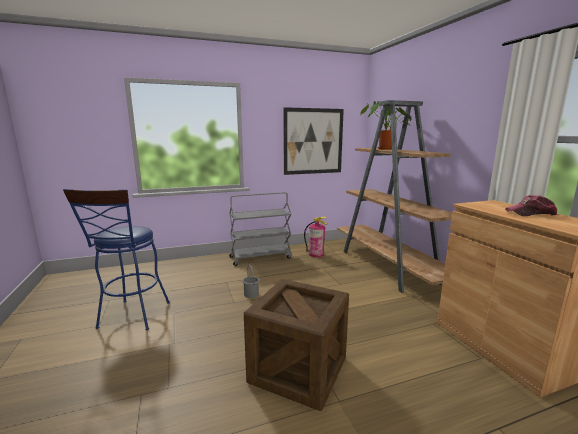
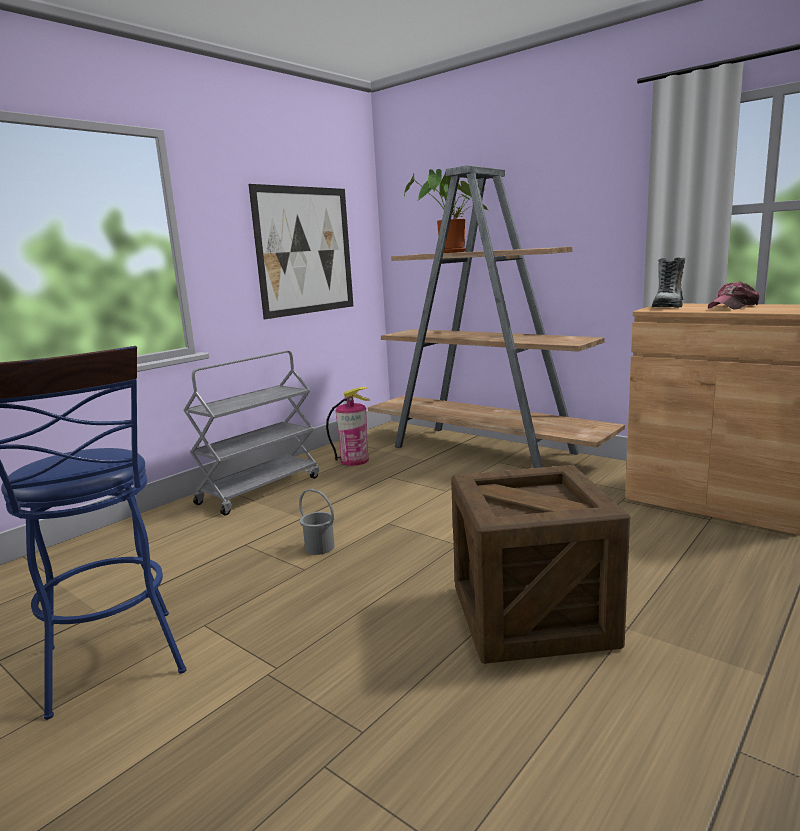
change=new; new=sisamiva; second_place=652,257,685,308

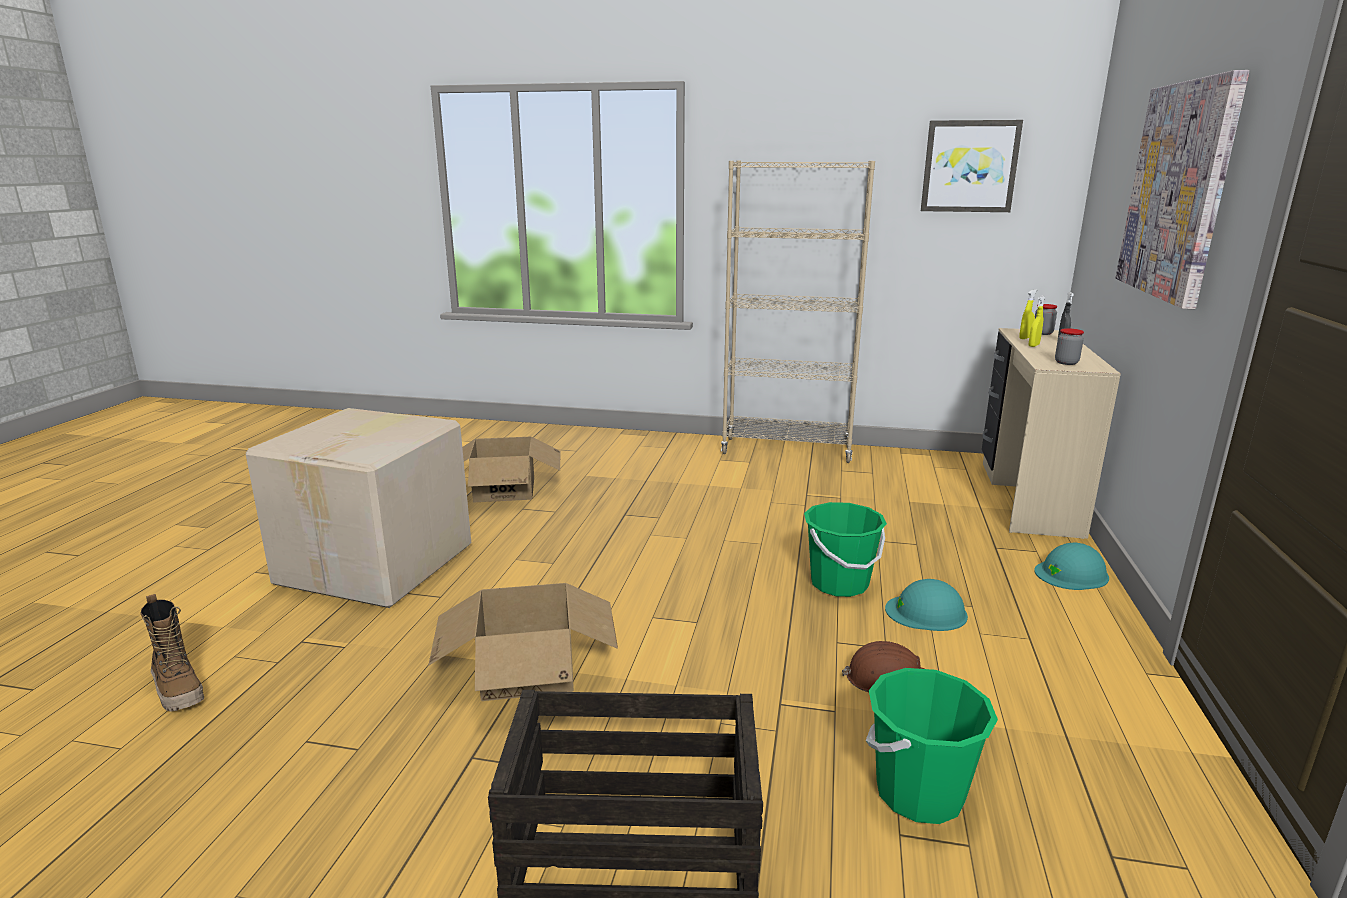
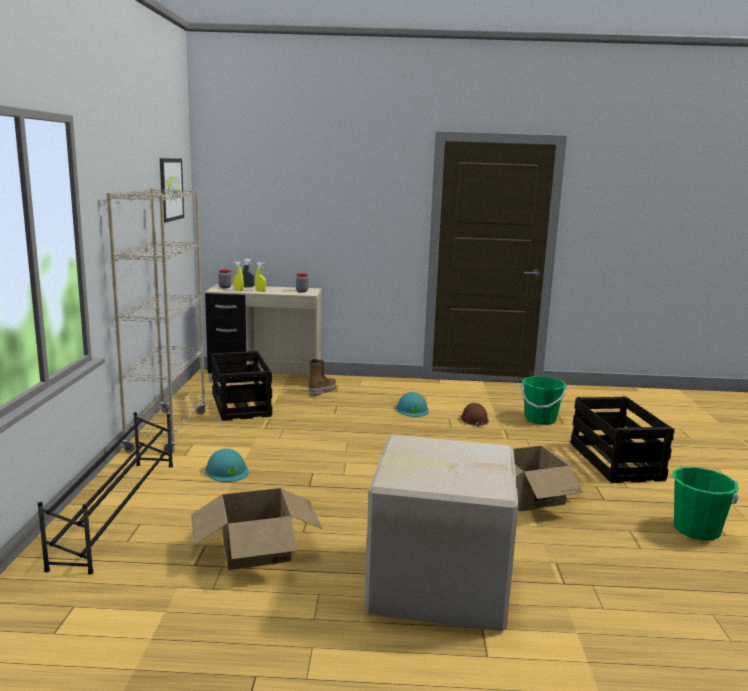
change=gone; old=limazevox; first_place=1116,70,1249,309
change=shifted; old=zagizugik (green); first_place=804,502,887,597; second_place=672,467,739,541
change=shifted; old=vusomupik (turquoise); first_place=1034,543,1109,590; second_place=205,448,249,482
change=shifted; old=sisamiva; first_place=140,594,204,712; second_place=309,359,336,396
change=new; new=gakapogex; second_place=211,351,272,421
change=new; new=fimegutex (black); second_place=37,412,173,575

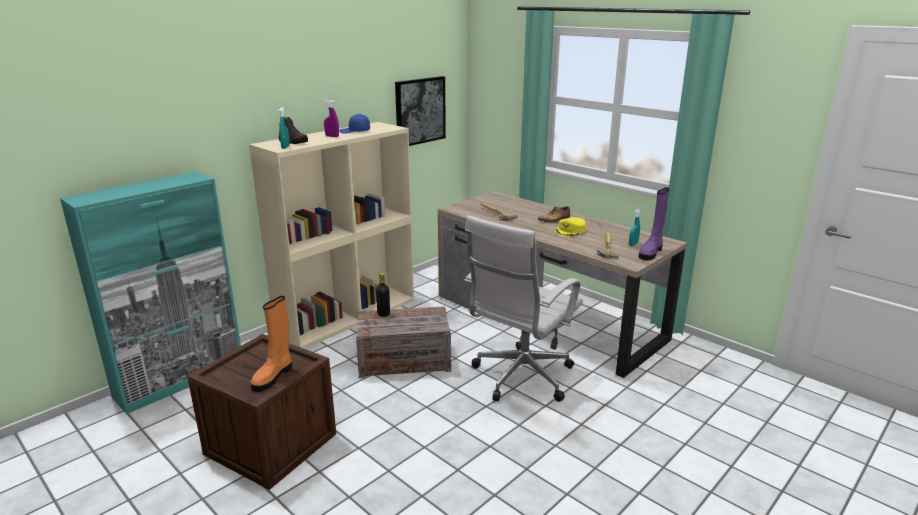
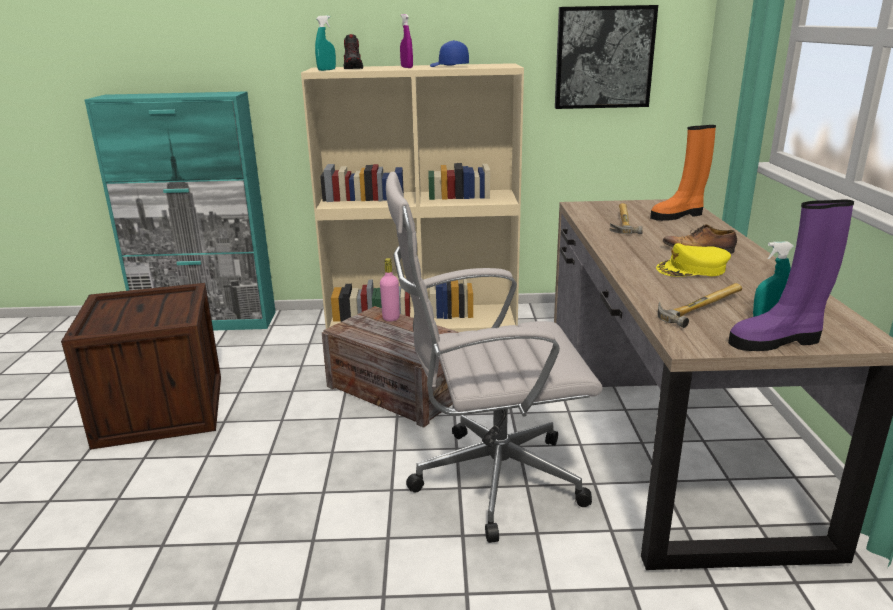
change=repainted; old=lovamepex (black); new=lovamepex (pink); first_place=376,273,390,317; second_place=380,258,400,321
change=shifted; old=sisamiva (orange); first_place=250,296,292,392; second_place=650,125,716,221

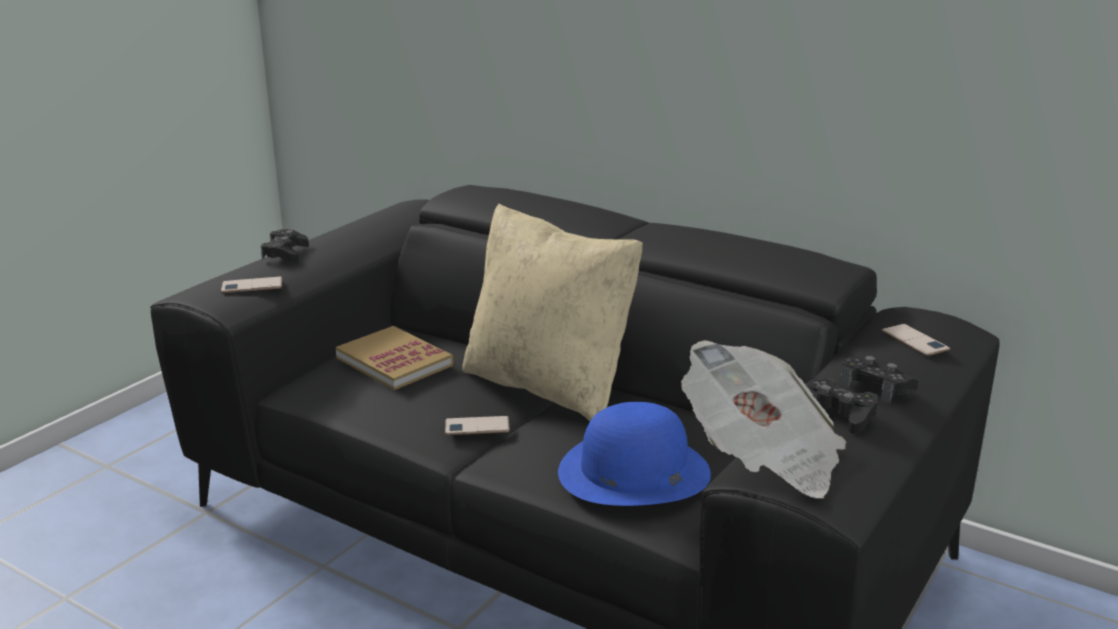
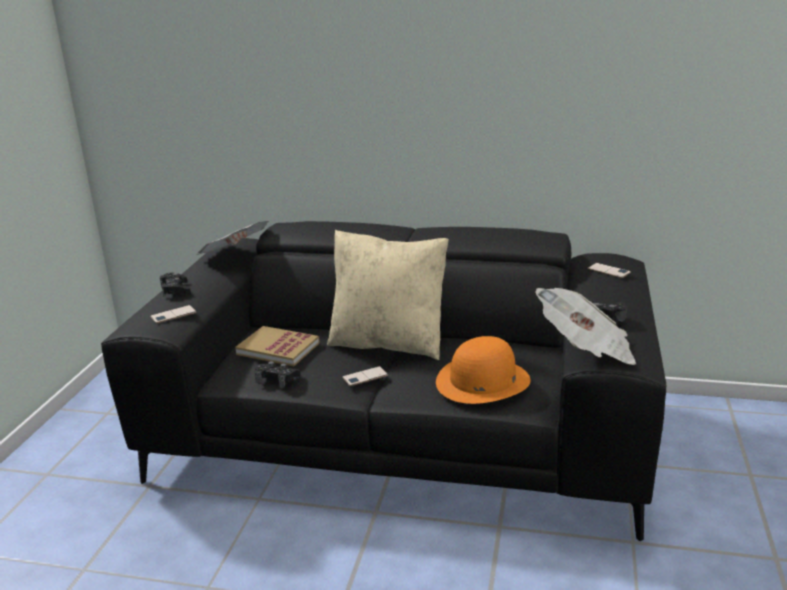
change=shifted; old=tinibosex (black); first_place=839,356,918,403; second_place=254,361,301,388
change=repainted; old=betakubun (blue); new=betakubun (orange); first_place=558,402,711,506; second_place=436,336,531,404
change=new; new=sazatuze; second_place=197,221,269,255

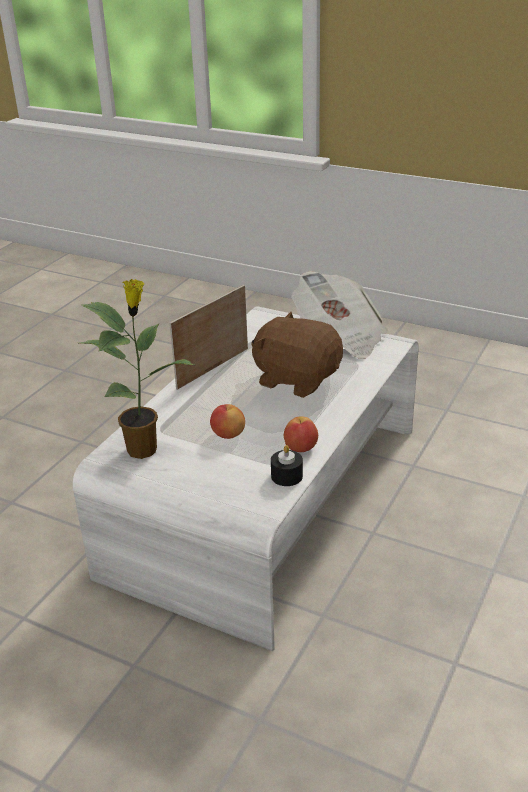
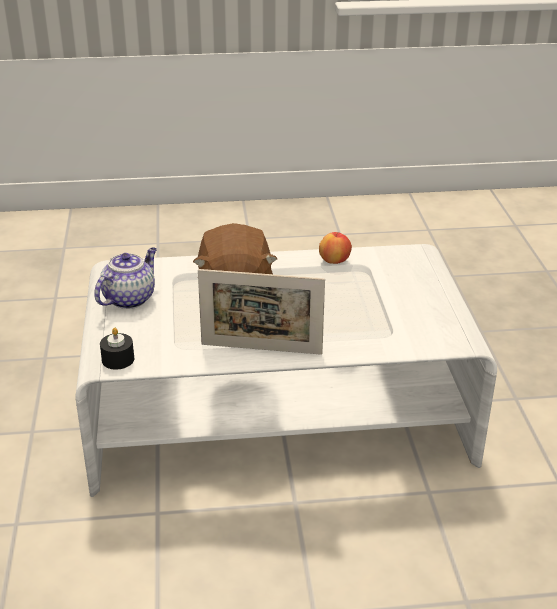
change=swapped; old=sazatuze; new=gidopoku; first_place=291,271,388,359; second_place=94,247,157,309
change=gone; old=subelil; first_place=80,279,194,459
change=gone; old=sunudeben; first_place=210,404,245,439
change=shifted; old=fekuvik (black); first_place=271,445,303,486; second_place=100,328,134,369

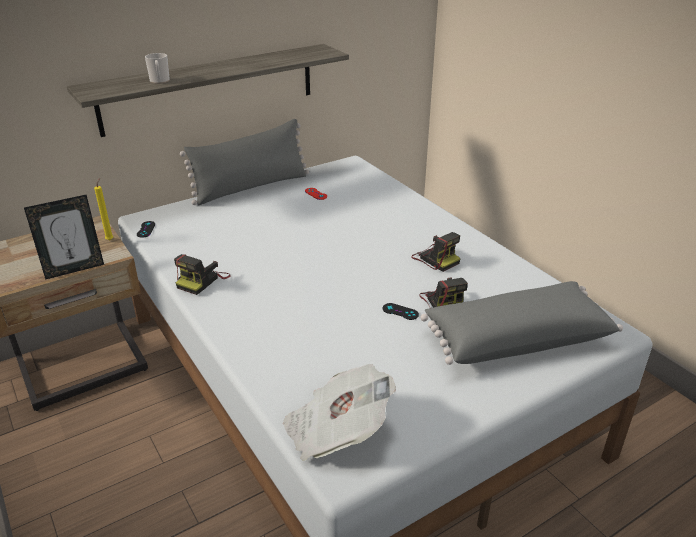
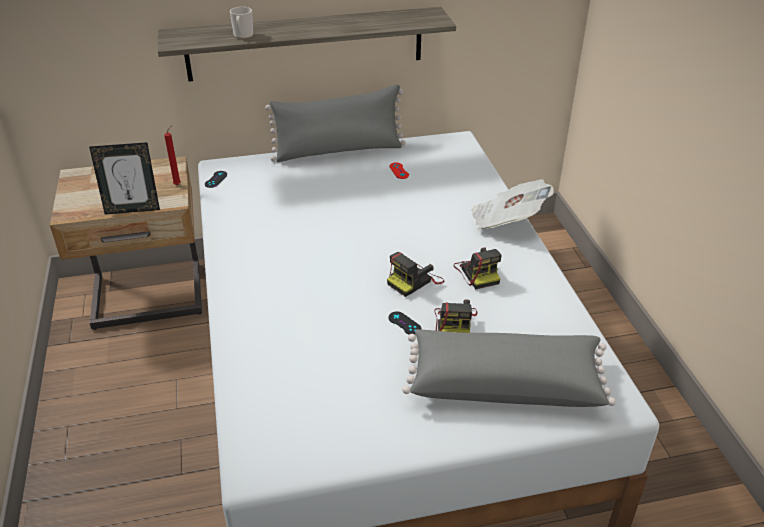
change=repainted; old=fekuvik (yellow); new=fekuvik (red); first_place=94,179,113,240; second_place=164,125,181,185
change=shifted; old=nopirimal; first_place=174,254,231,295; second_place=387,252,444,297
change=shifted; old=sazatuze; first_place=283,364,396,461; second_place=471,179,554,230

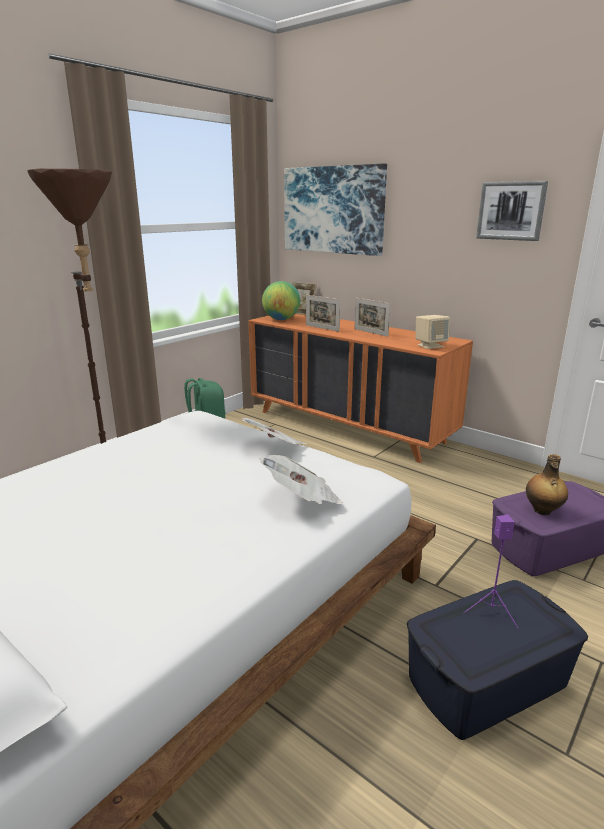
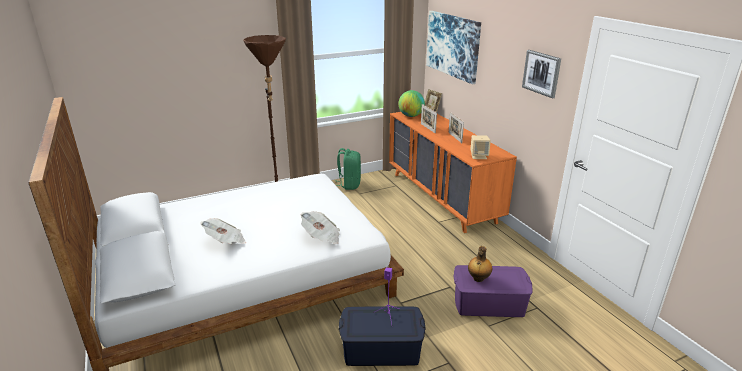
change=shifted; old=sazatuze; first_place=241,418,307,445; second_place=200,218,246,244

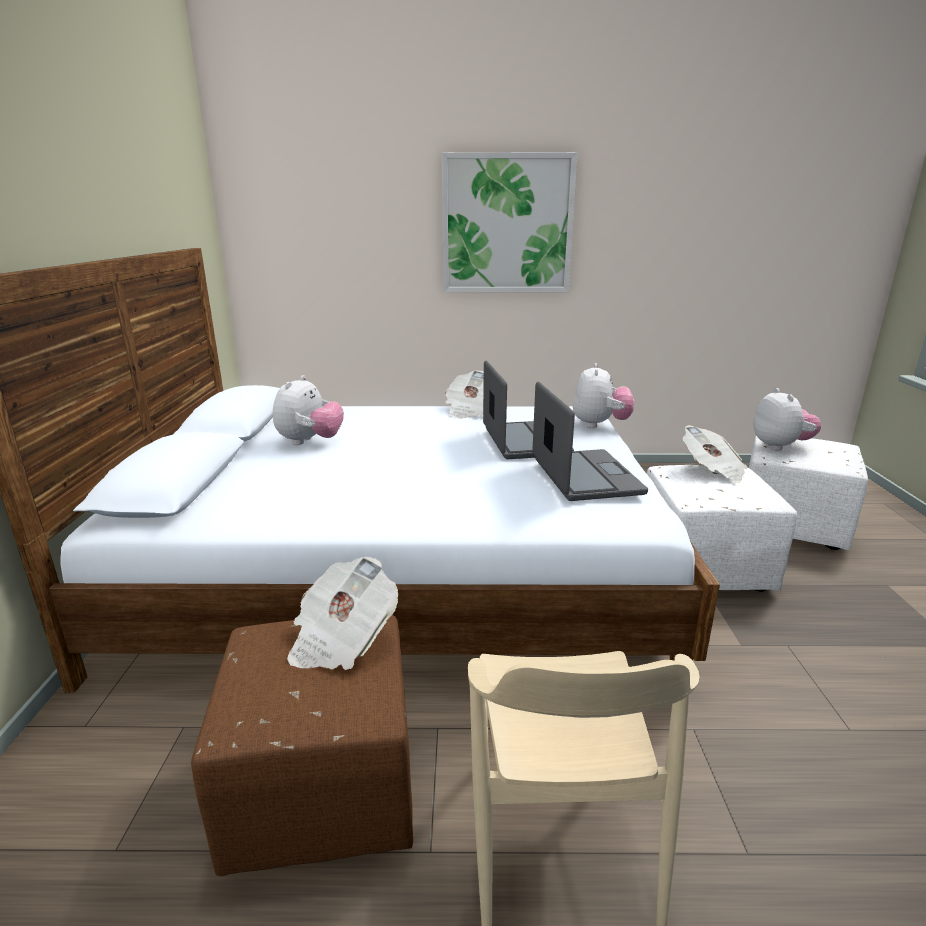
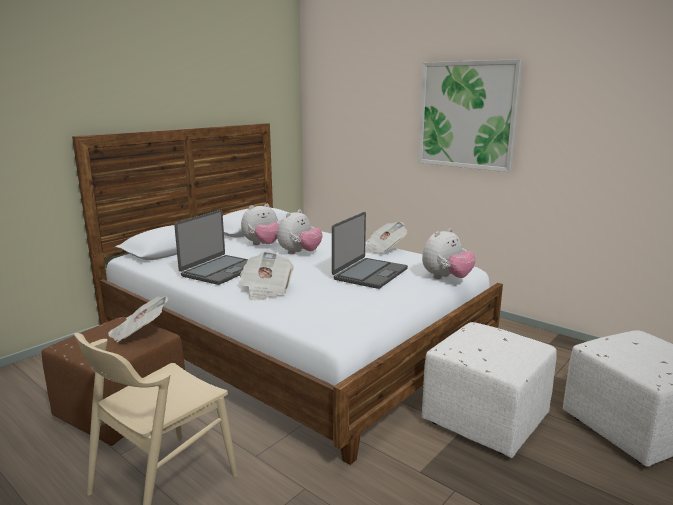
change=shifted; old=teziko; first_place=532,382,648,501; second_place=174,210,248,285
change=shifted; old=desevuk; first_place=753,388,821,451; second_place=277,209,323,254
change=shifted; old=sazatuze; first_place=683,425,747,483; second_place=240,251,294,300

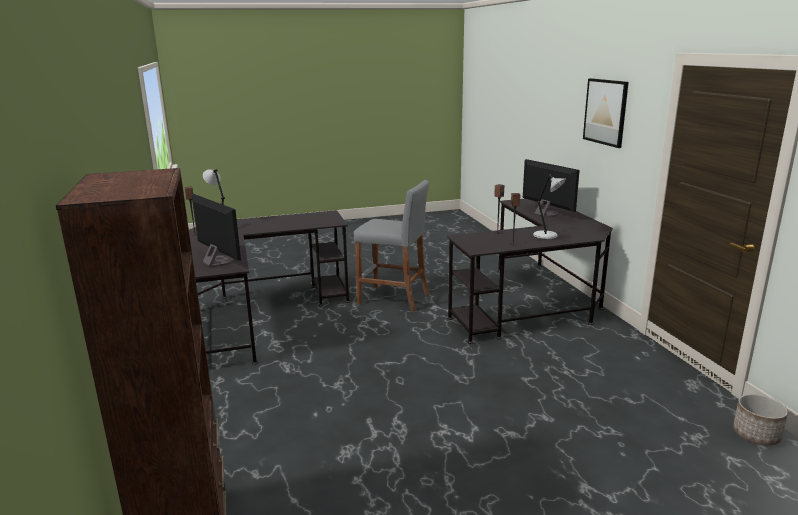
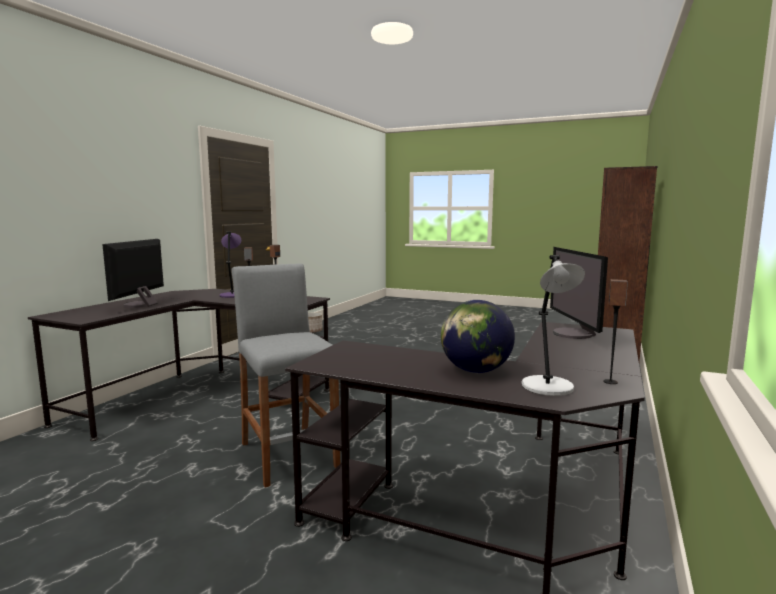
change=gone; old=limazevox; first_place=583,78,629,148
change=repainted; old=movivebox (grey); new=movivebox (purple); first_place=533,174,566,239; second_place=220,232,241,298
change=new; new=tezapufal; second_place=441,300,515,373

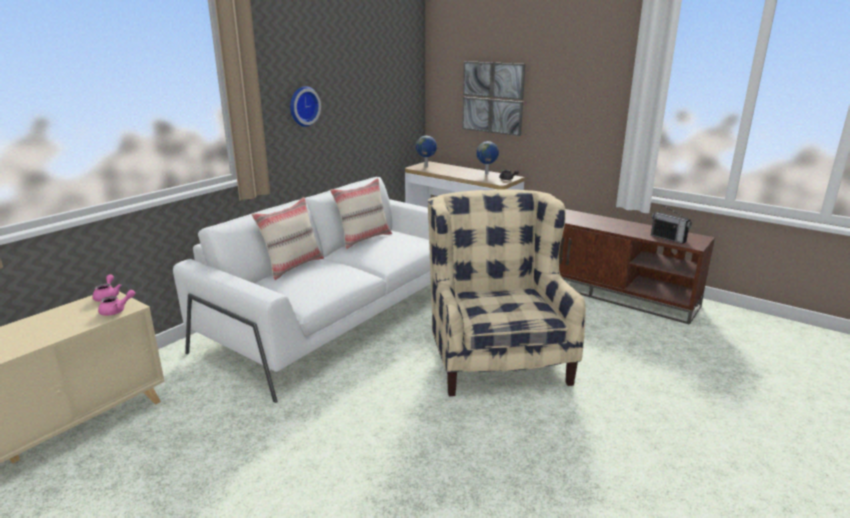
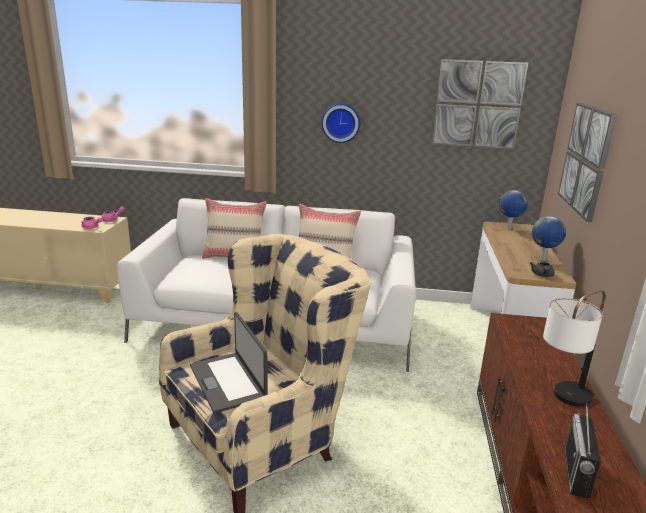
change=new; new=limazevox; second_place=432,59,528,149
change=new; new=movivebox; second_place=543,289,605,406
change=new; new=teziko; second_place=190,312,268,413

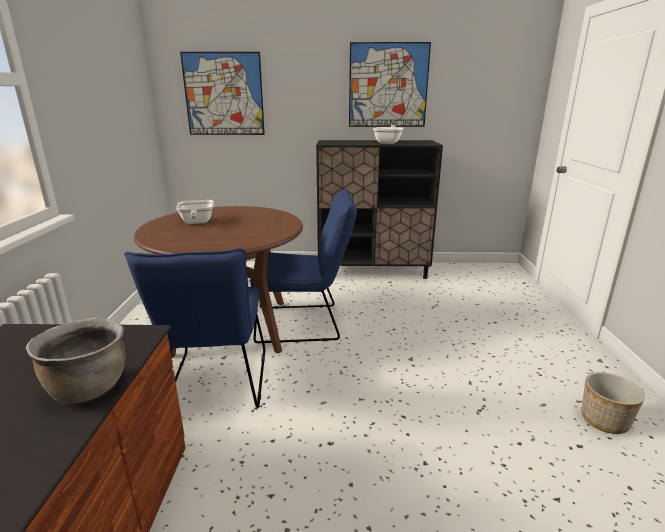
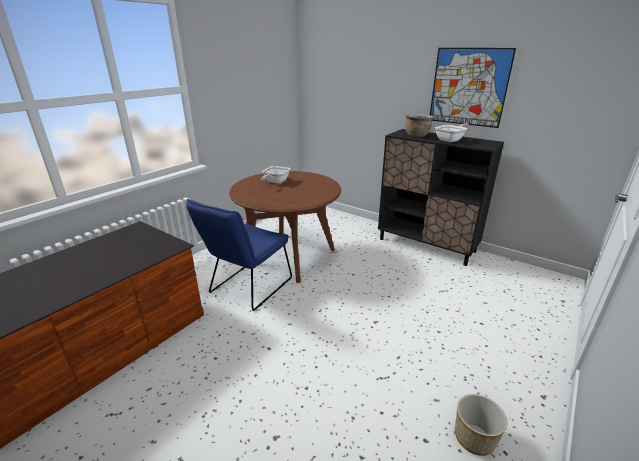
change=gone; old=limazevox; first_place=180,52,265,135
change=gone; old=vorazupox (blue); first_place=250,189,357,343
change=shifted; old=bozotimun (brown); first_place=26,318,125,403; second_place=405,114,433,137

